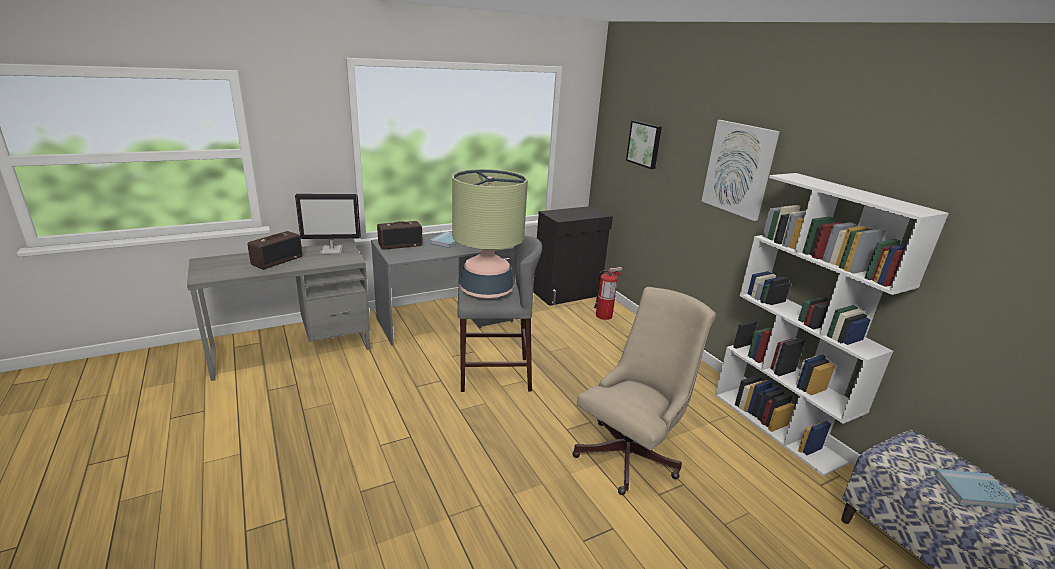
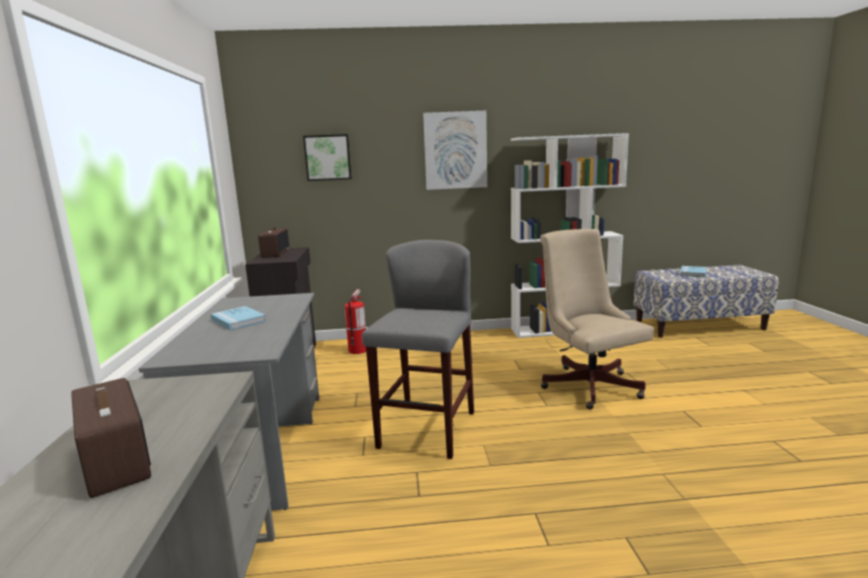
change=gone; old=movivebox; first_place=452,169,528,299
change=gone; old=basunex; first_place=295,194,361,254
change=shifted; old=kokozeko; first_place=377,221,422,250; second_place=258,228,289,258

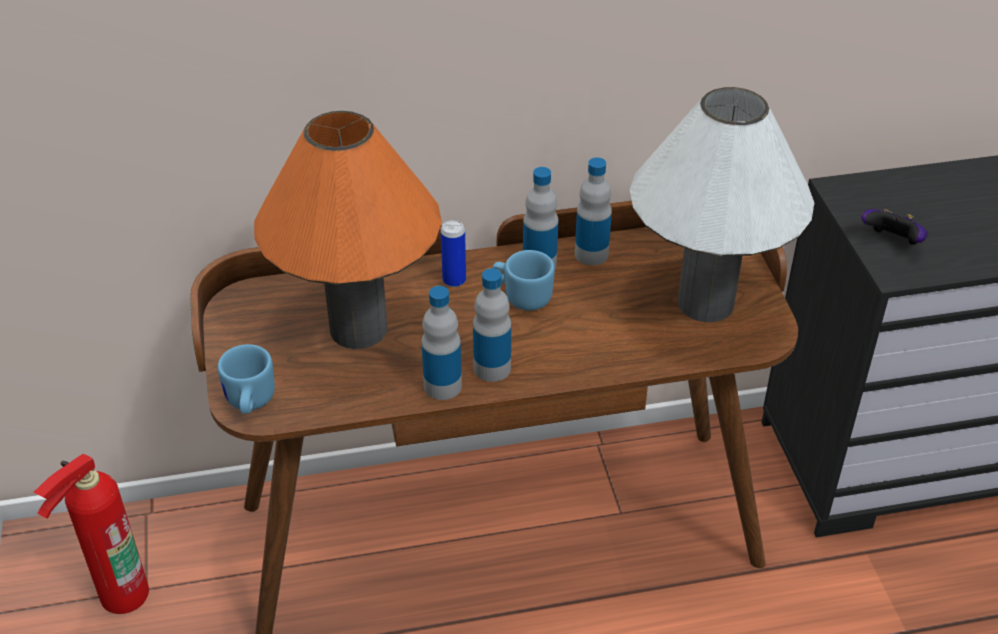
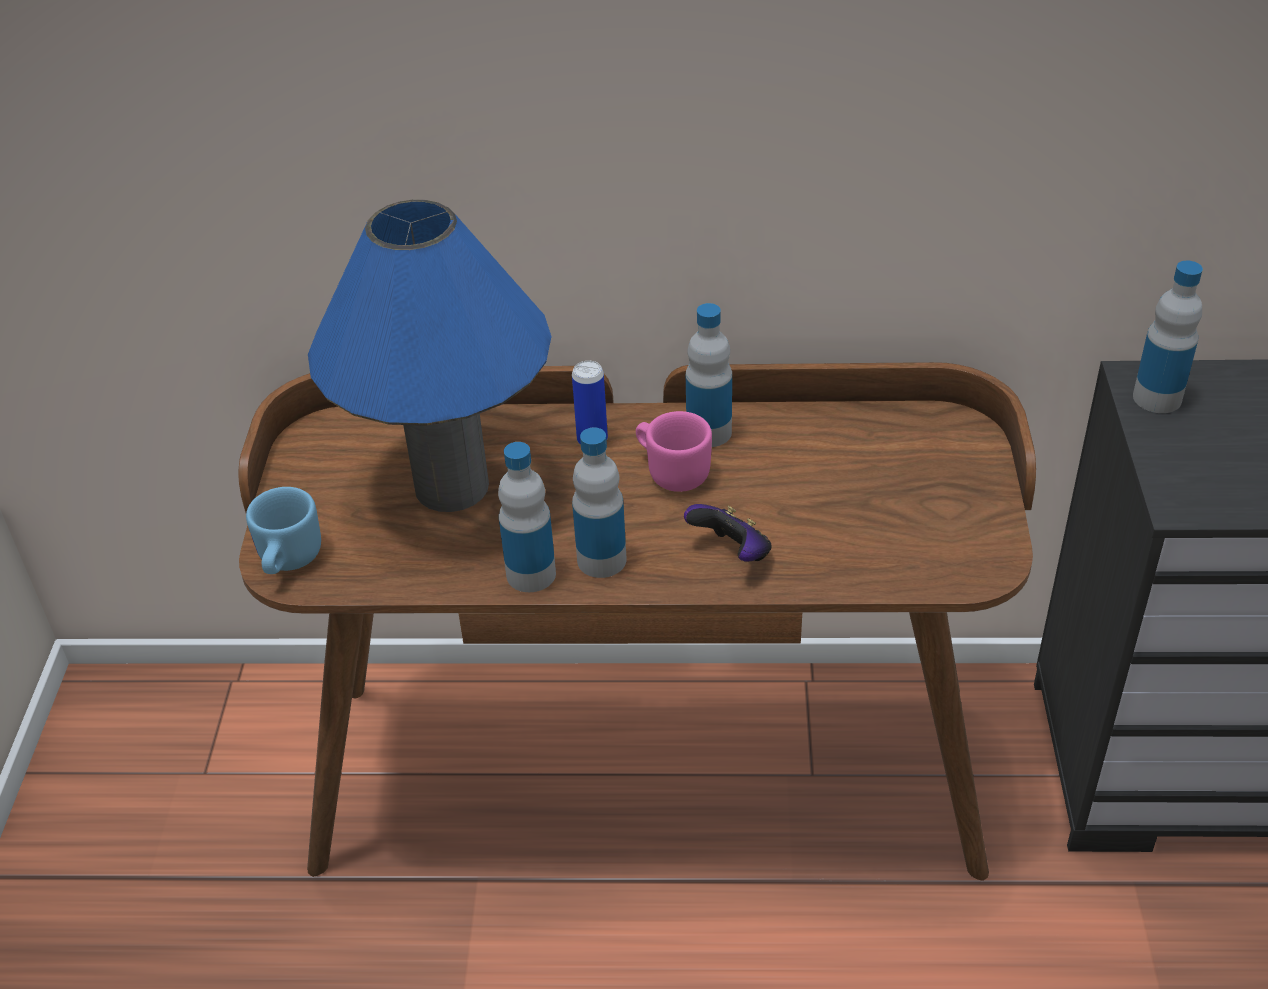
change=gone; old=movivebox (white); first_place=630,87,814,322
change=repainted; old=movivebox (orange); new=movivebox (blue); first_place=254,111,442,349; second_place=308,200,552,512
change=shifted; old=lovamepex; first_place=575,157,612,265; second_place=1133,261,1203,413
change=shifted; old=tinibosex; first_place=861,209,928,245; second_place=684,504,772,562
change=repainted; old=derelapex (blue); new=derelapex (pink); first_place=492,250,555,311; second_place=636,411,712,492
change=gone; old=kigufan; first_place=34,454,149,614

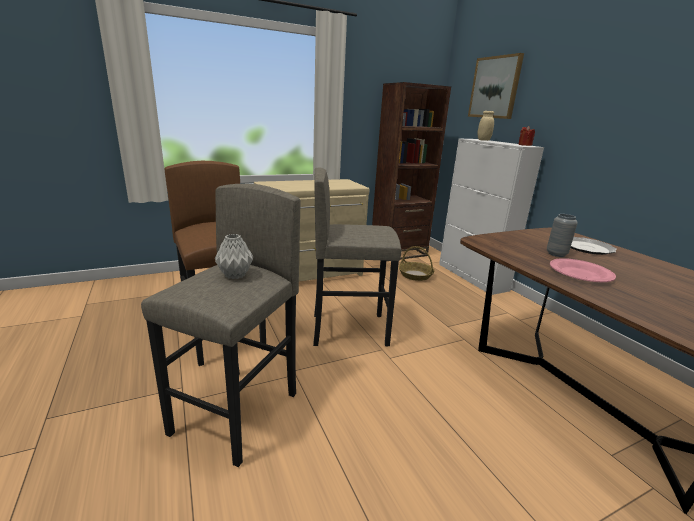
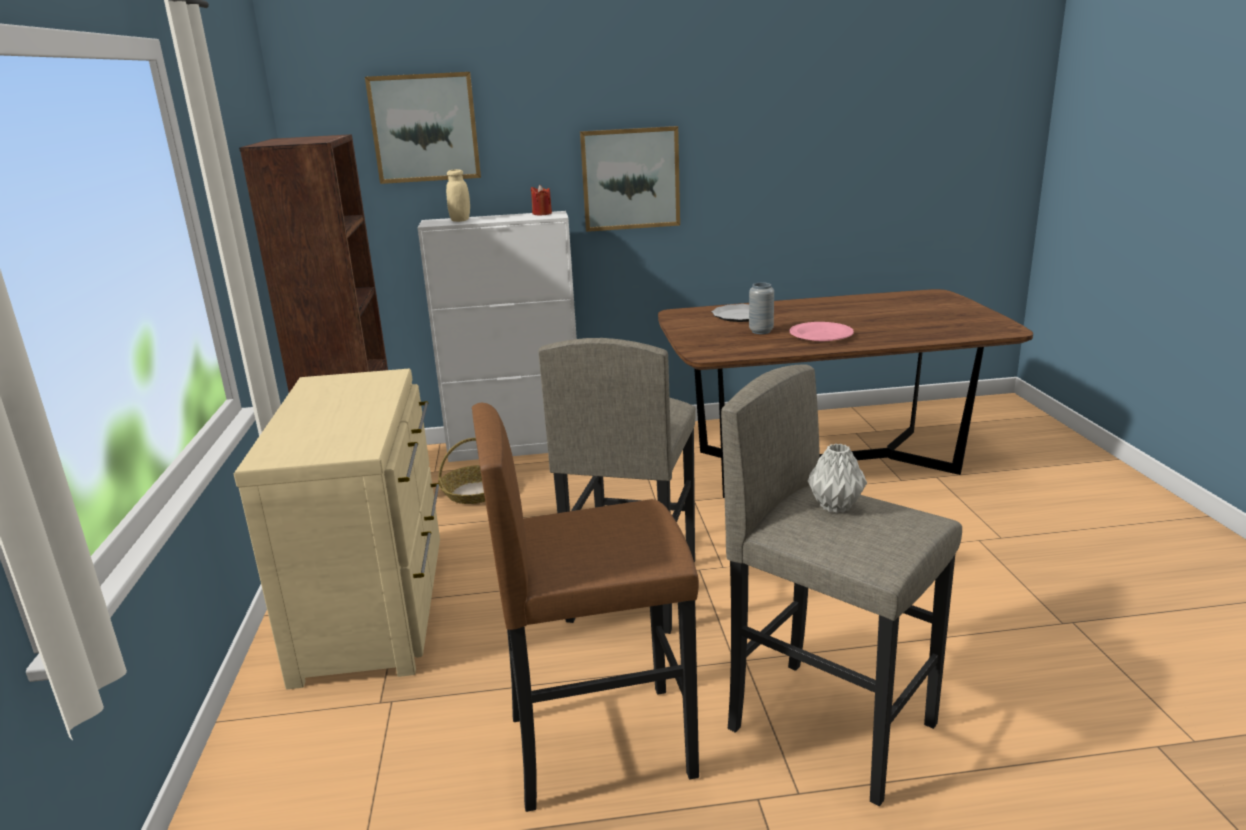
change=new; new=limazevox; second_place=580,126,680,232

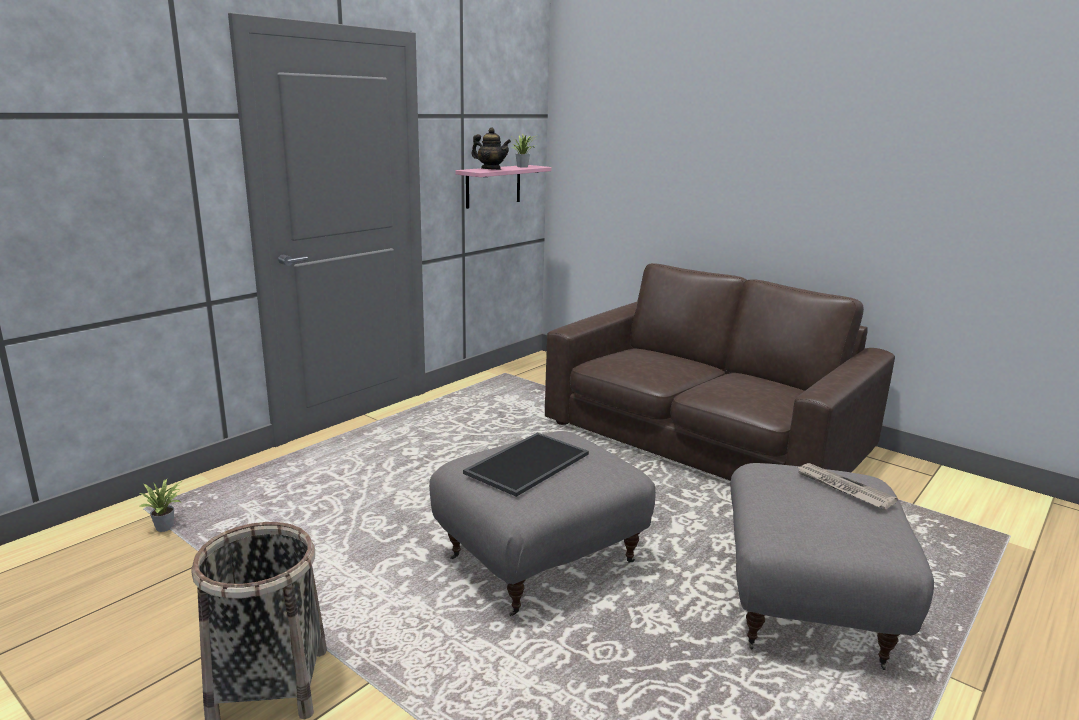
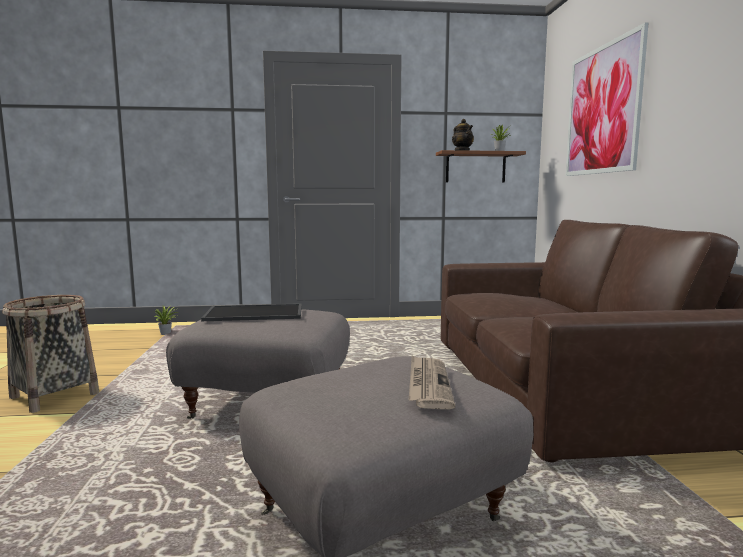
change=repainted; old=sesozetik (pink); new=sesozetik (brown); first_place=455,165,552,209; second_place=436,150,526,183
change=new; new=limazevox; second_place=565,22,649,176

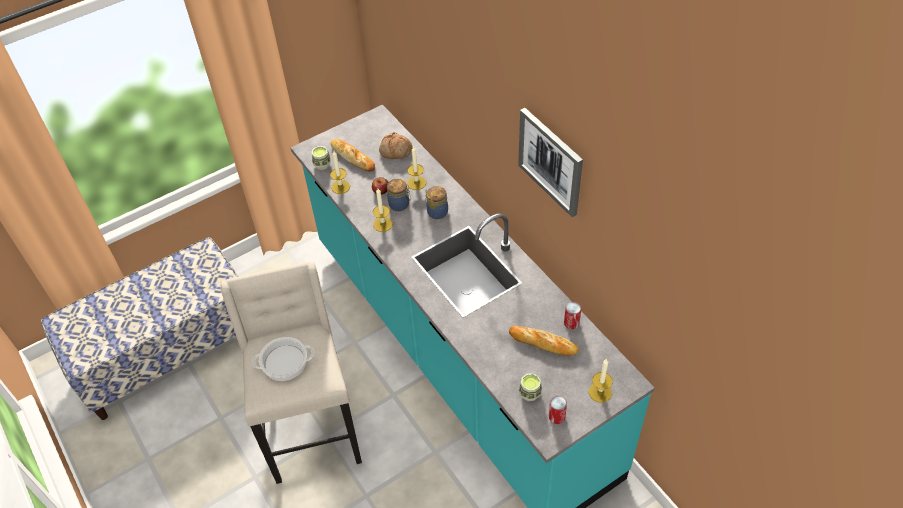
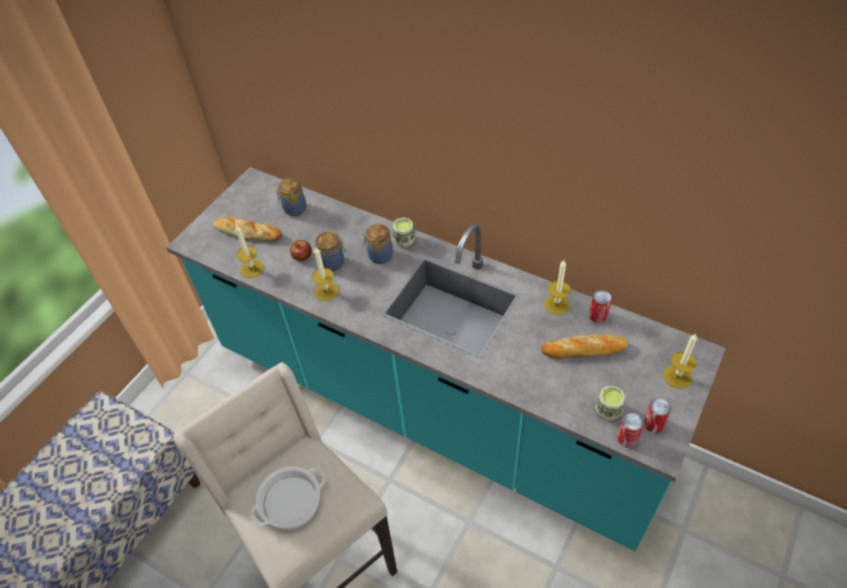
change=gone; old=limazevox; first_place=518,108,583,217
change=swapped; old=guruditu; new=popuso; first_place=379,132,413,159; second_place=275,178,306,216
change=shifted; old=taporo; first_place=312,146,331,170; second_place=393,218,415,248
change=shifted; old=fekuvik; first_place=407,146,426,190; second_place=544,260,571,315
change=new; new=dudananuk; second_place=617,413,644,447

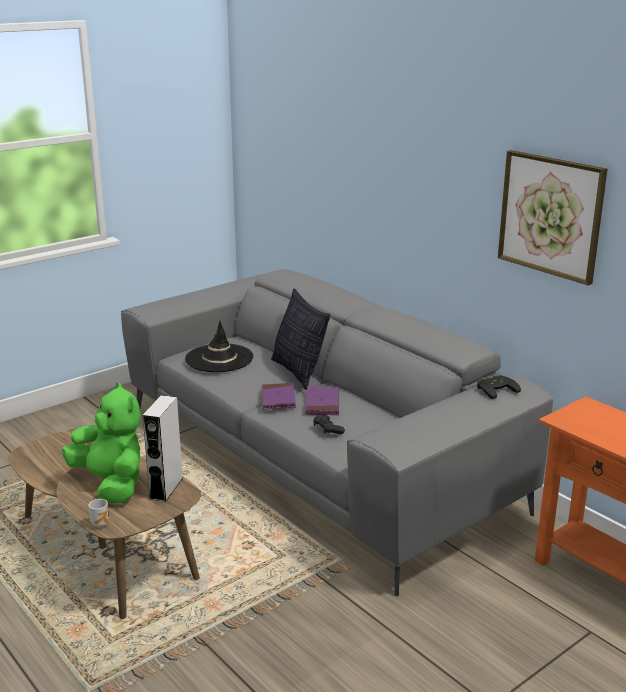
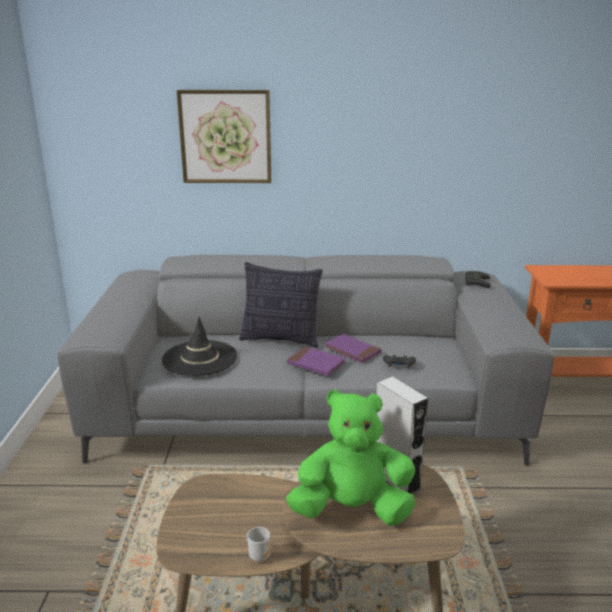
change=shifted; old=limazevox; first_place=498,150,607,285; second_place=177,90,271,183
change=shifted; old=derelapex; first_place=89,499,109,528; second_place=246,527,270,562

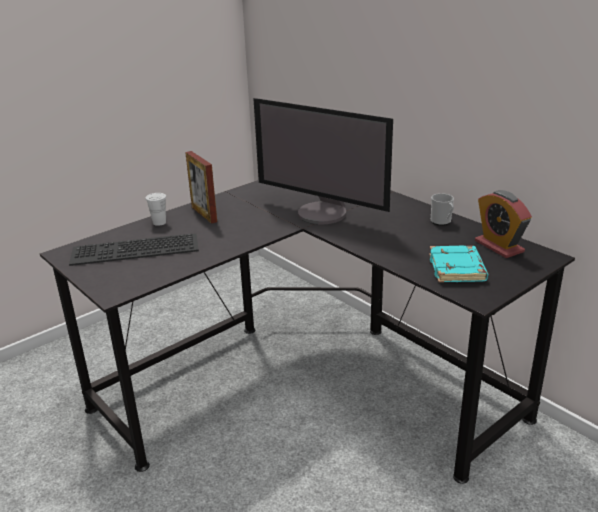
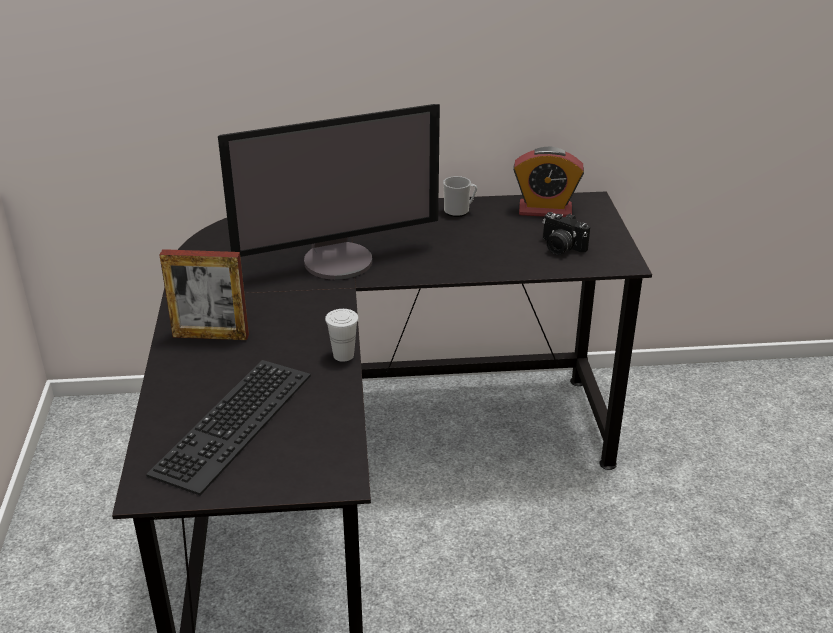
change=shifted; old=taporo (white); first_place=145,193,166,226; second_place=325,309,359,362
change=swapped; old=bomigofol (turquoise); new=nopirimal; first_place=429,245,488,282; second_place=543,212,590,255

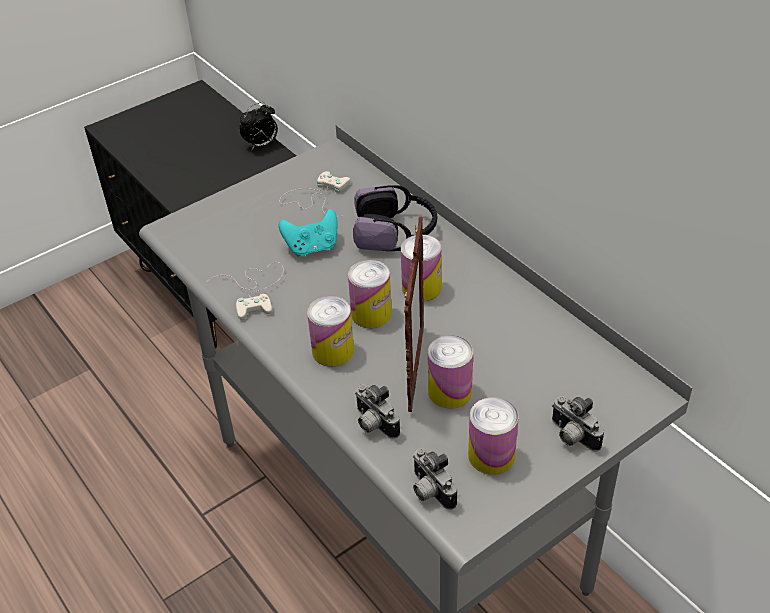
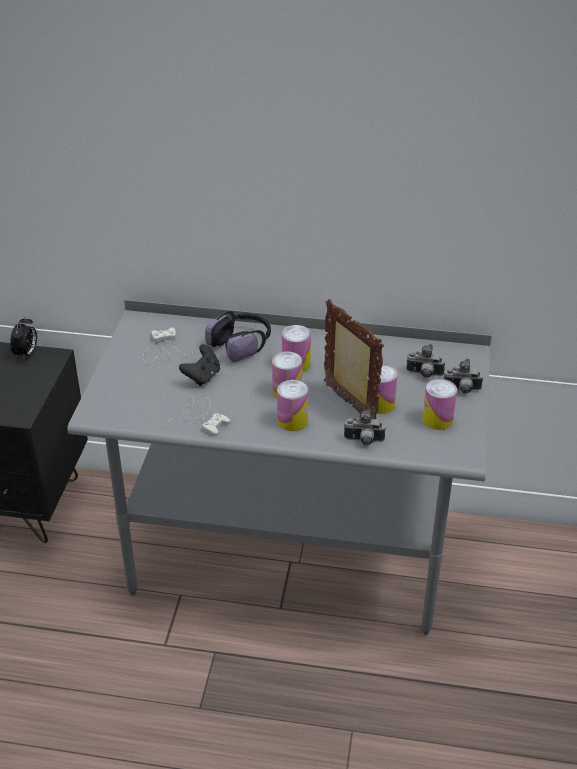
change=repainted; old=tinibosex (turquoise); new=tinibosex (black); first_place=278,209,338,256; second_place=179,344,220,386
change=shifted; old=nopirimal; first_place=413,448,457,510; second_place=406,344,445,378

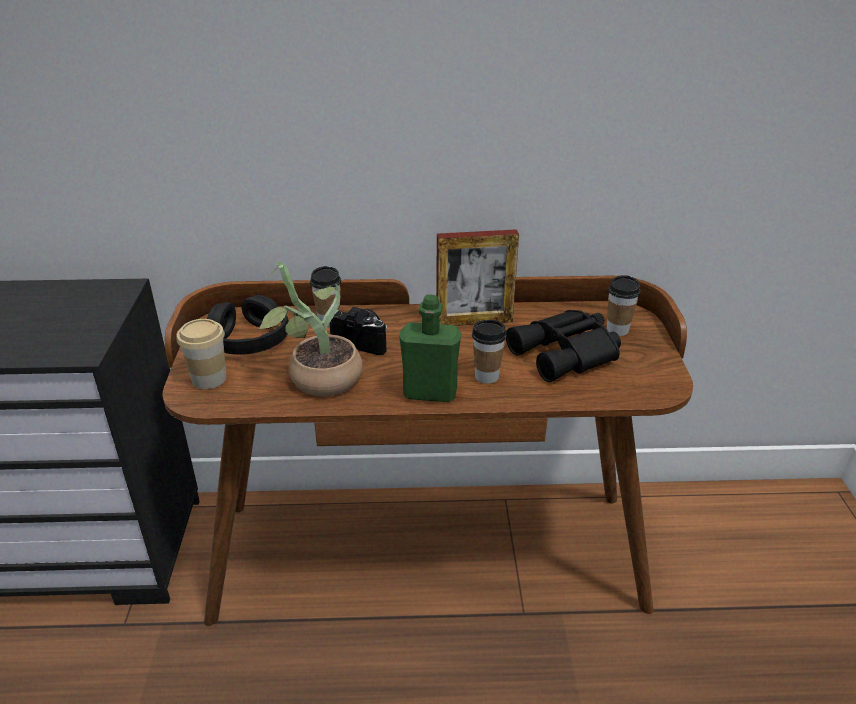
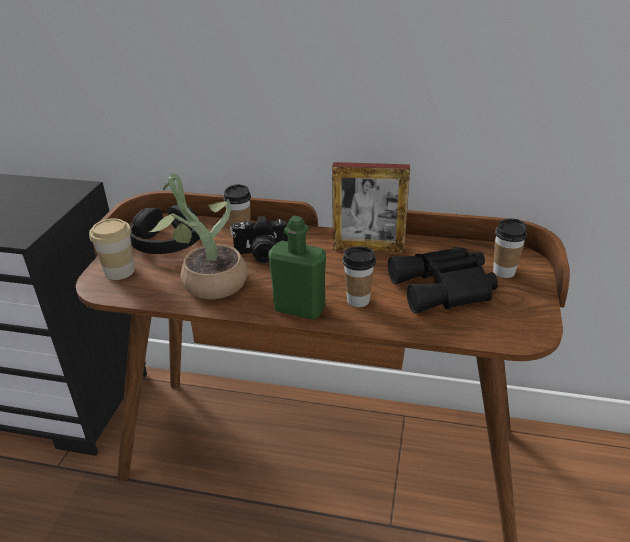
change=rotated; old=nopirimal; first_place=329,307,388,355; second_place=232,216,288,263; degrees=135

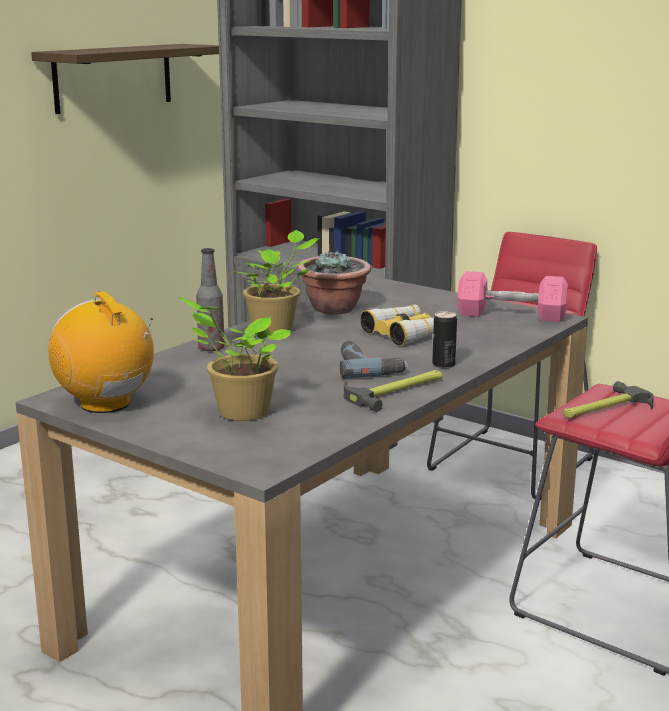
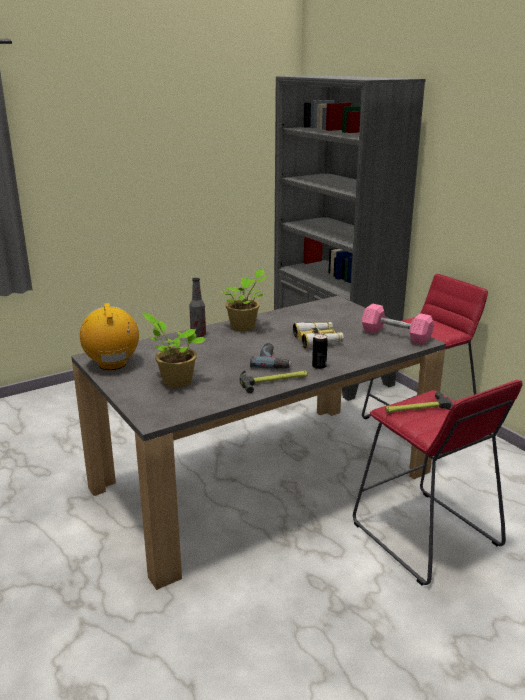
change=gone; old=sesozetik; first_place=31,44,219,114
change=gone; old=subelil; first_place=297,250,371,315

